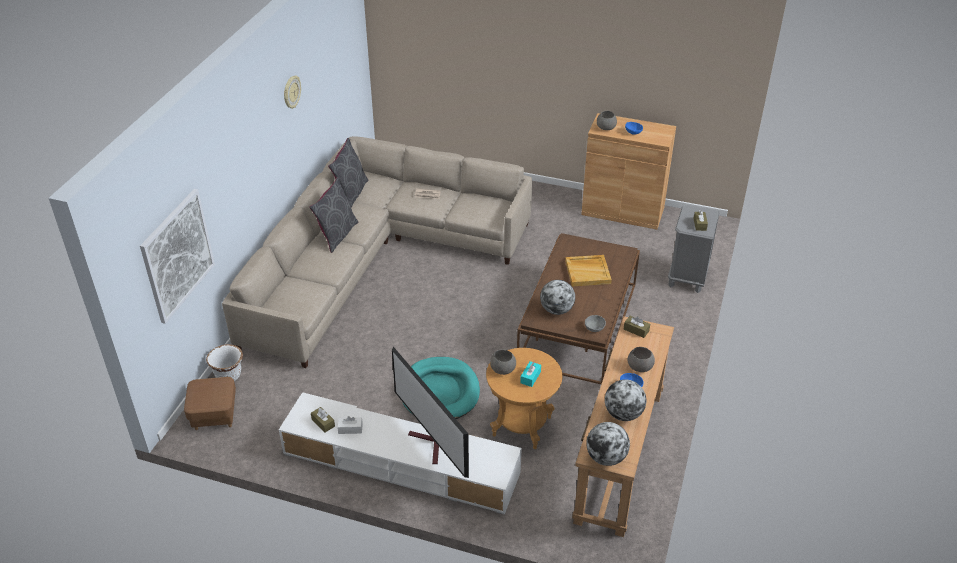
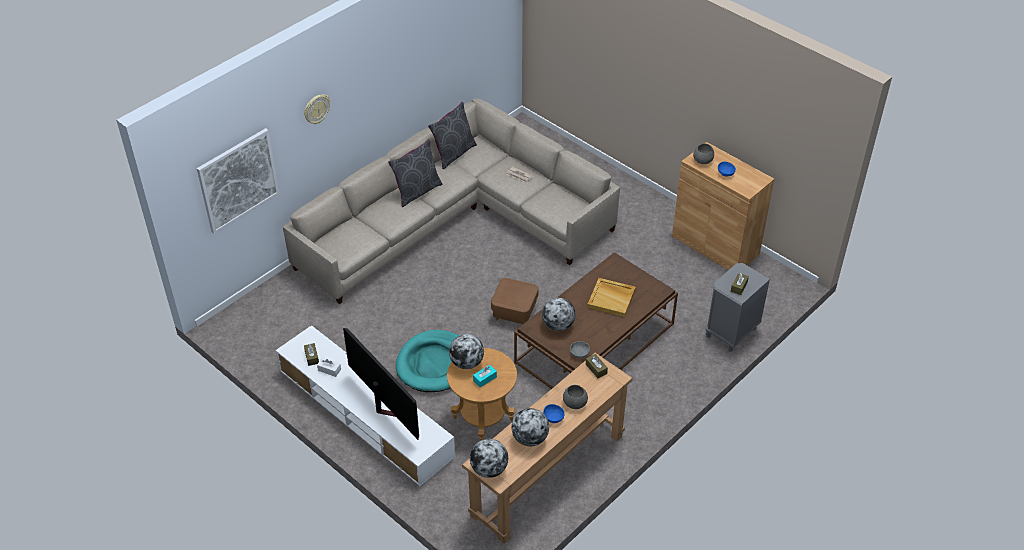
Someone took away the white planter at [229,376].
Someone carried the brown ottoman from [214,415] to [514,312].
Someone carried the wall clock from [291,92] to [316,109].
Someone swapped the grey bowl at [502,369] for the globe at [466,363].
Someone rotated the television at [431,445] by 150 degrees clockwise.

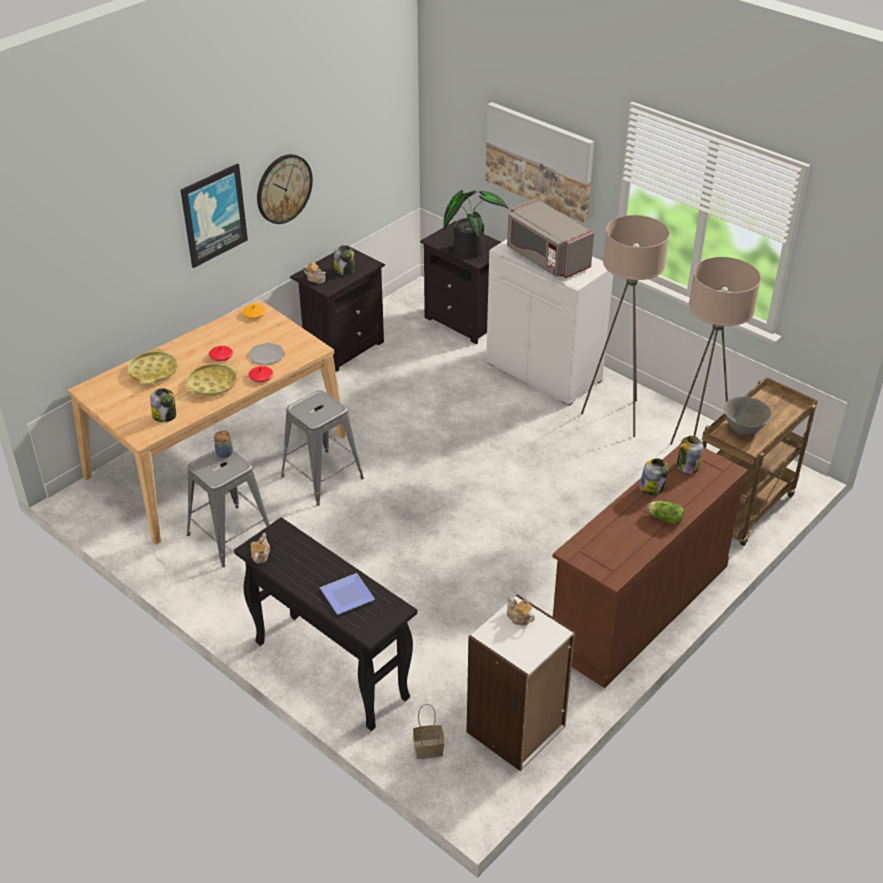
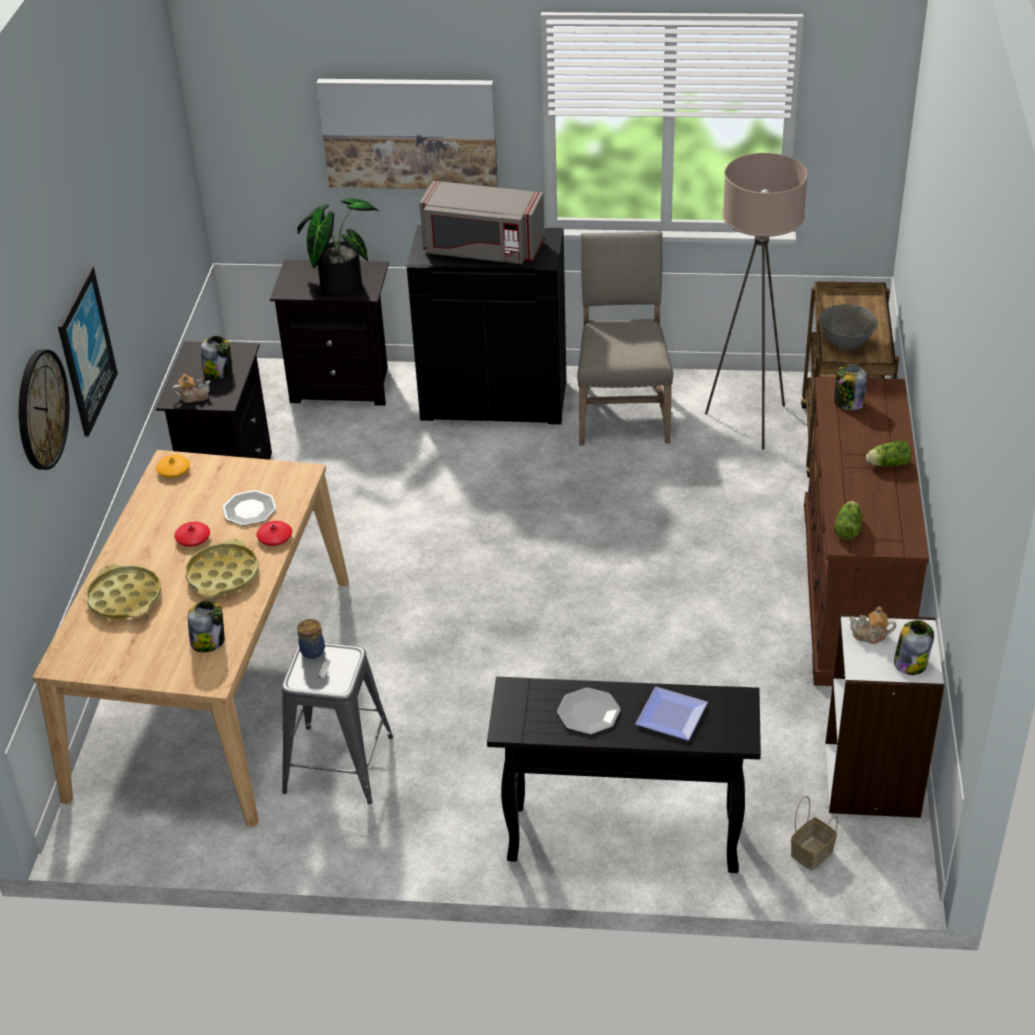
Someone took away the teapot at [260,555].
Someone took away the grey stool at [322,477].
Someone put down the plate at [588,712].
Someone put down the lettuce at [848,528].
Someone carried the wall clock from [283,188] to [41,409].
Someone carried the jar from [652,488] to [910,663].
Someone swapped the beige floor lamp at [616,416] for the beige chair at [622,412].
Someone repainted the white cabinet at [544,372], which became the black cabinet at [495,400].

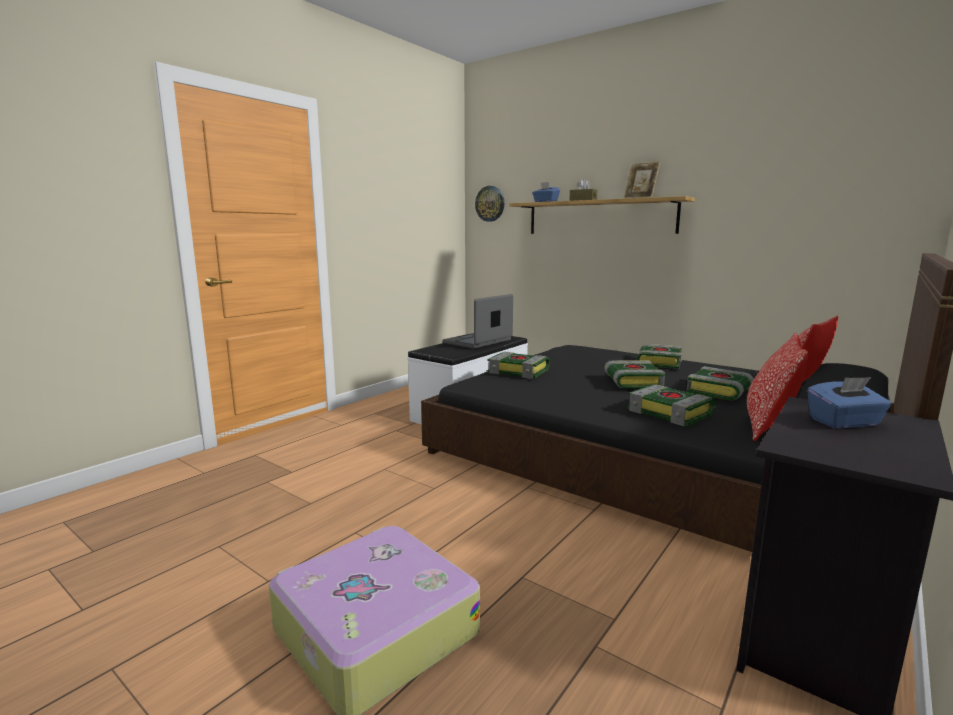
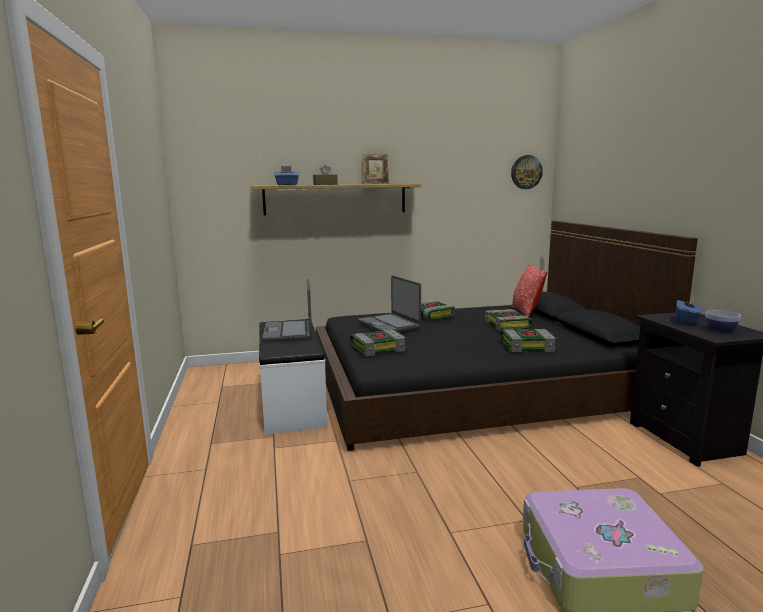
Someone took away the book at [631,381].
Someone took away the pillow at [768,426].
Someone put down the laptop at [389,324].
Someone put down the bowl at [720,330].
Someone carried the wall clock from [490,203] to [526,172].

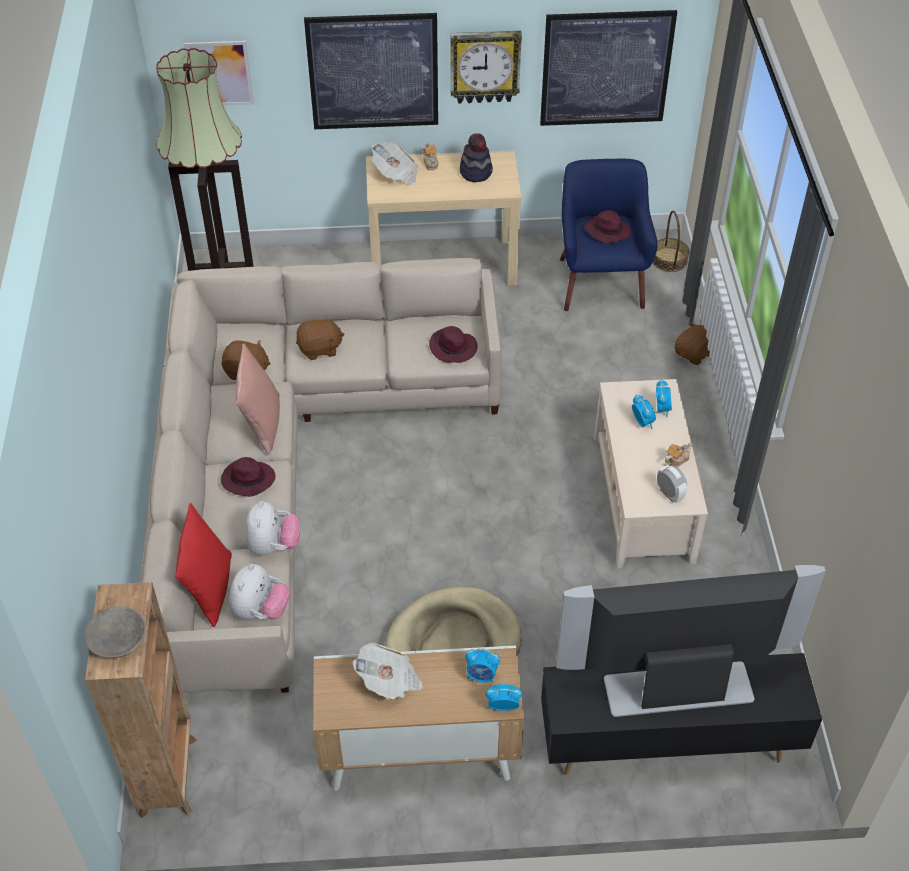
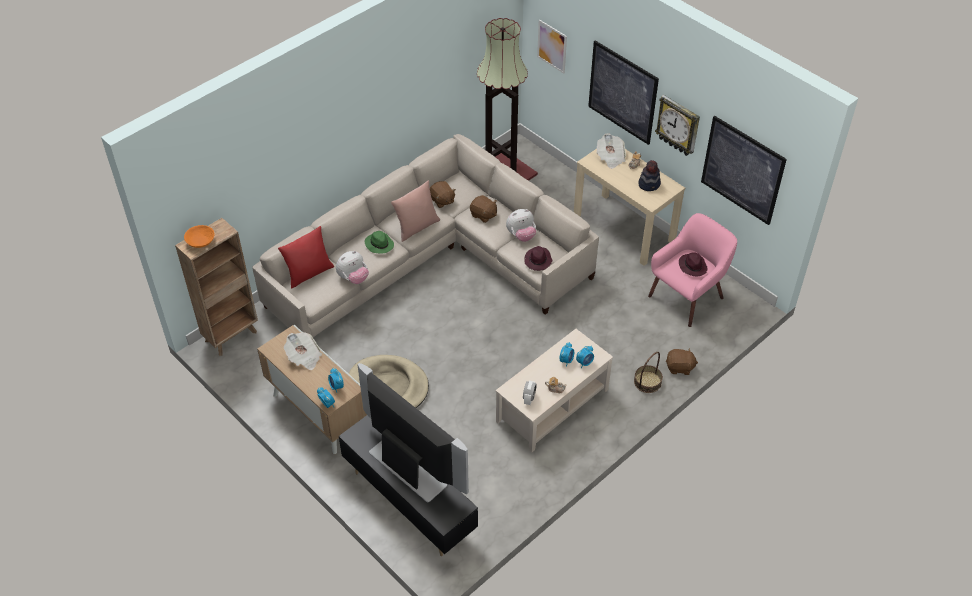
Someone carried the plush toy from [260,610] to [521,235].
Someone carried the basket from [669,259] to [647,382].
Someone repainted the grey bowl at [118,641], which became the orange bowl at [200,241].
Someone repainted the purple hat at [247,480], which became the green hat at [379,244].
Someone repainted the blue armchair at [600,282], which became the pink armchair at [687,297].

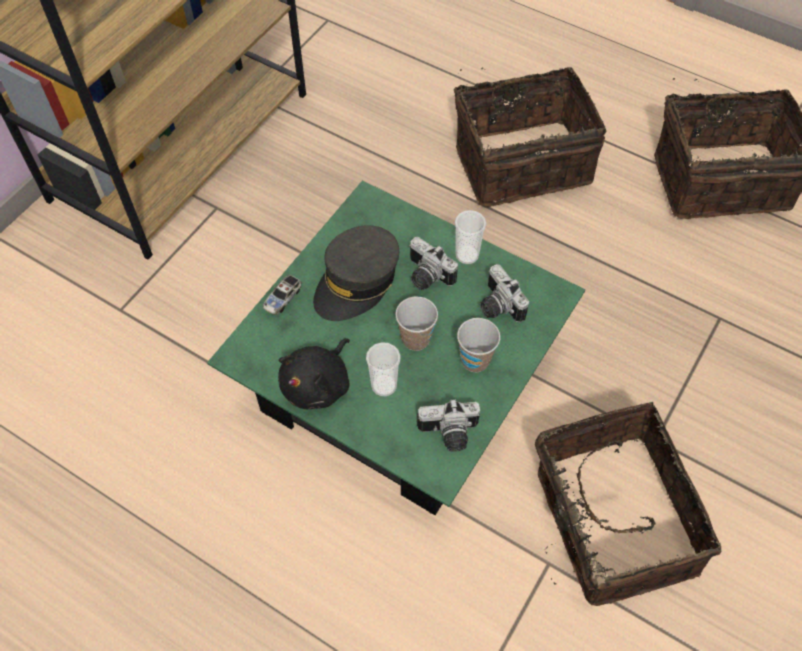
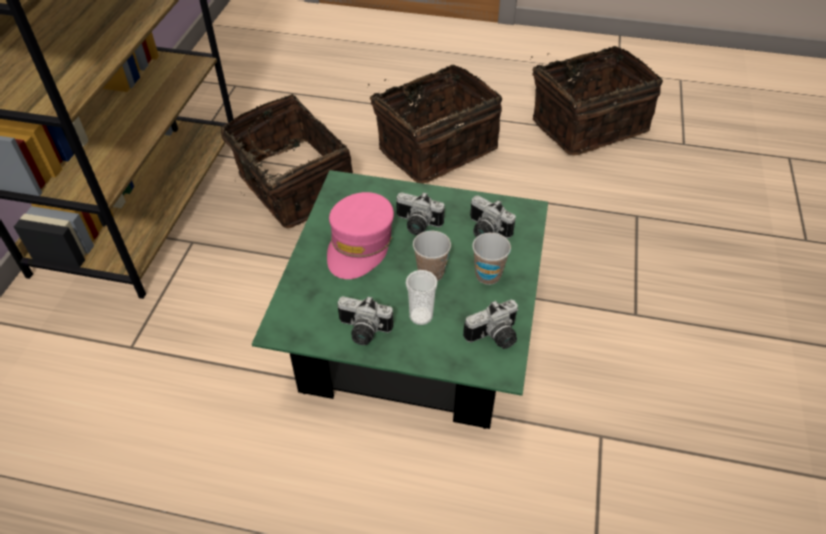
Someone took away the toy car at [283,298].
Someone took away the cup at [467,255].
Someone carried the basket from [608,522] to [292,187].
Someone swapped the black plush toy at [318,384] for the photo camera at [363,332].
Someone repainted the grey cap at [357,282], which became the pink cap at [360,244].

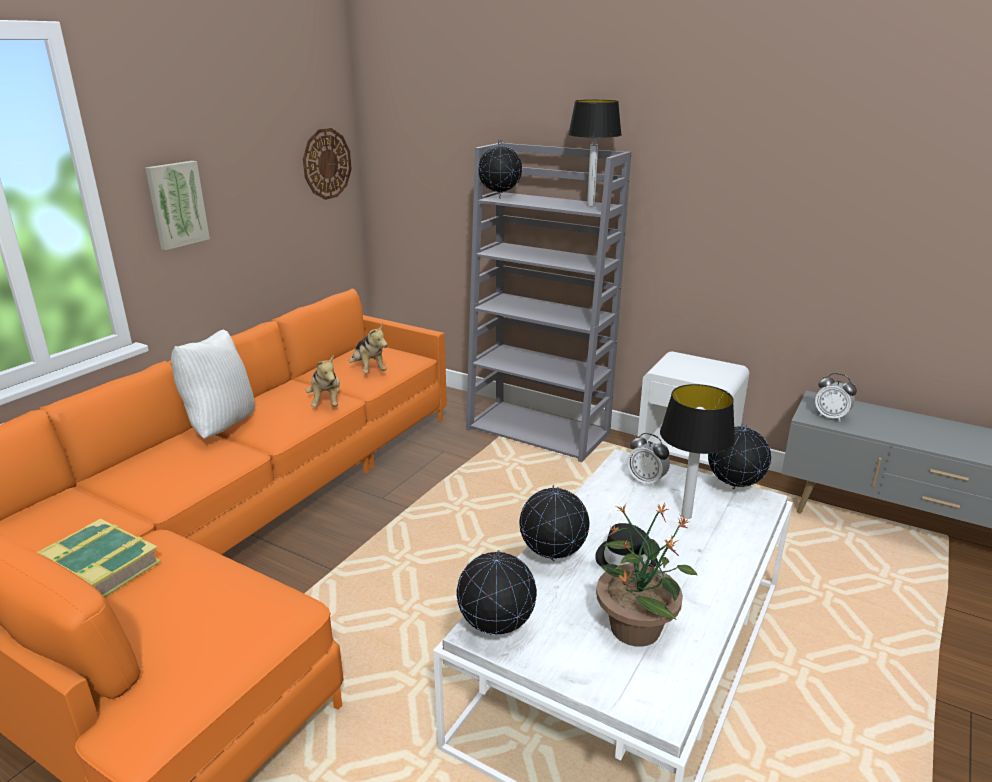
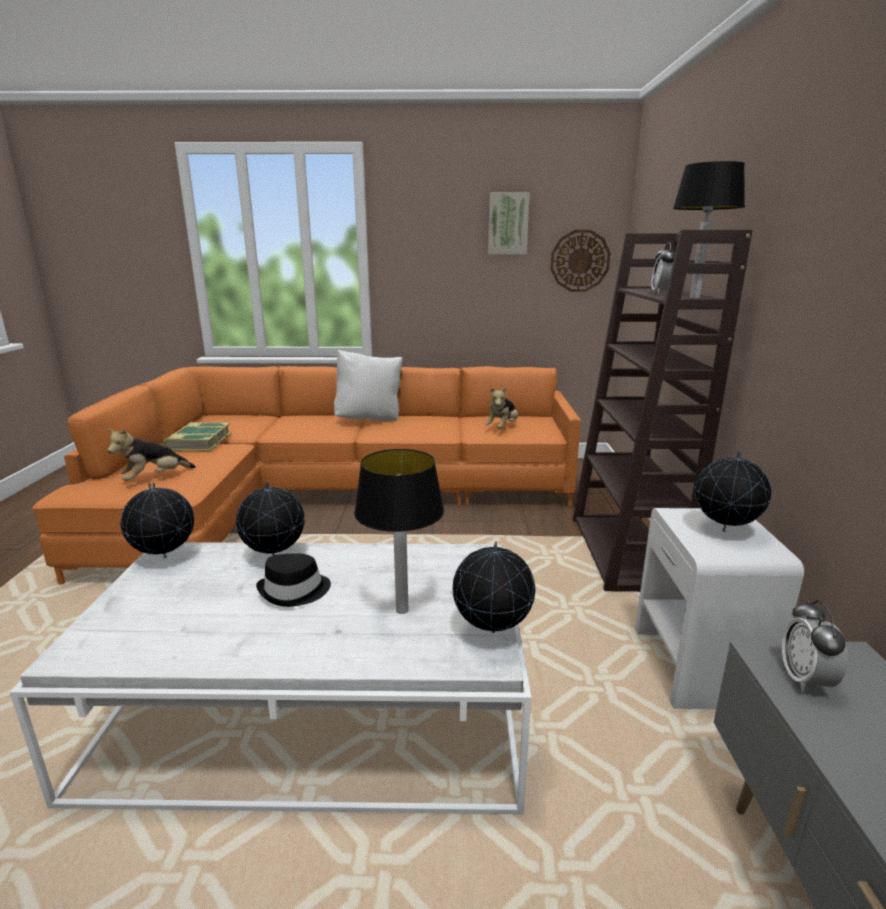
Someone took away the potted plant at [636,627].
Someone carried the picture from [176,204] to [508,224].
Someone carried the plush toy from [326,402] to [154,478].
Someone carried the globe from [499,198] to [724,530].
Someone carried the alarm clock from [646,481] to [662,293].
Someone repainted the grey bookcase at [539,431], which became the brown bookcase at [626,552].

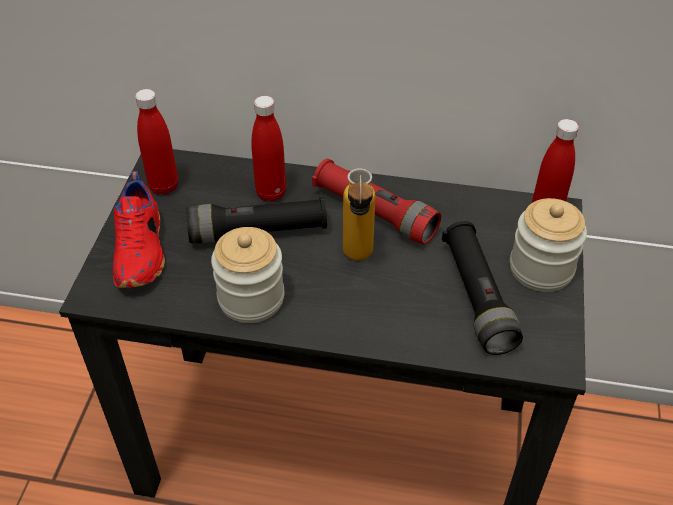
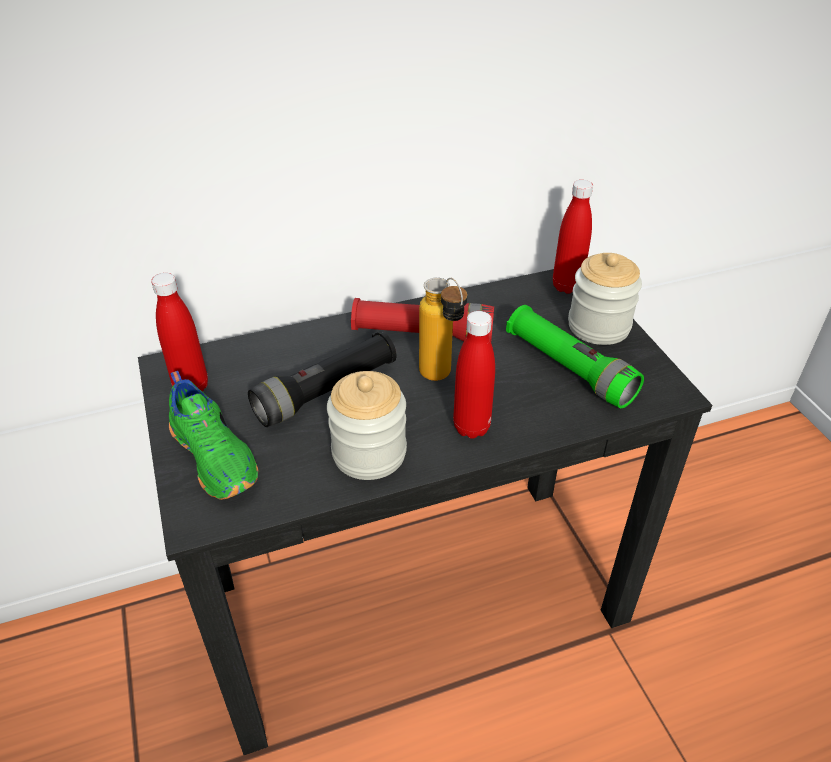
Someone carried the red bottle from [271,193] to [471,427].
Someone repainted the red shoe at [142,251], which became the green shoe at [216,456].
Someone repainted the black flashlight at [477,297], which became the green flashlight at [569,368].

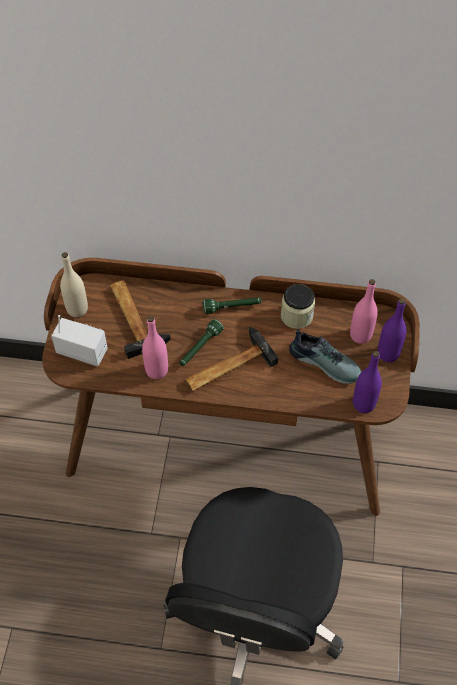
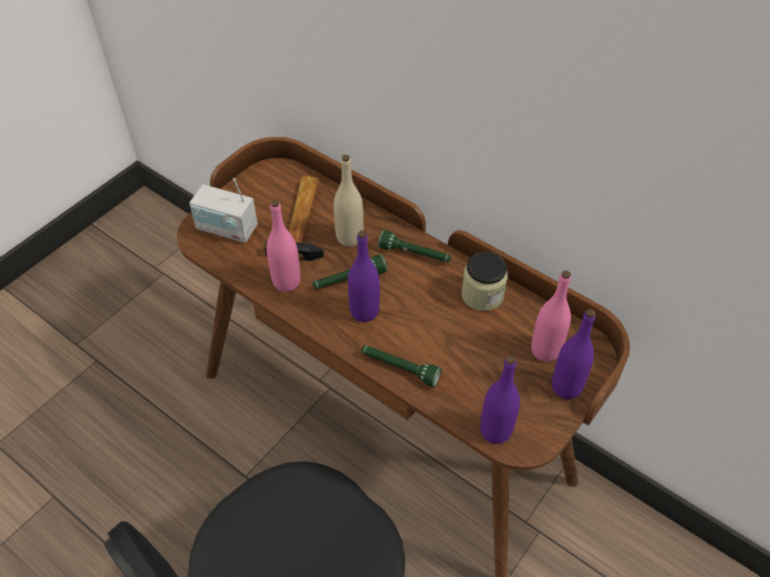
Someone took away the shoe at [325,361].
Someone put down the green flashlight at [399,368].
Someone carried the beige bottle from [77,309] to [349,237].
Someone swapped the hammer at [227,366] for the purple bottle at [364,312].
Someone rotated the radio at [82,351] by 150 degrees clockwise.

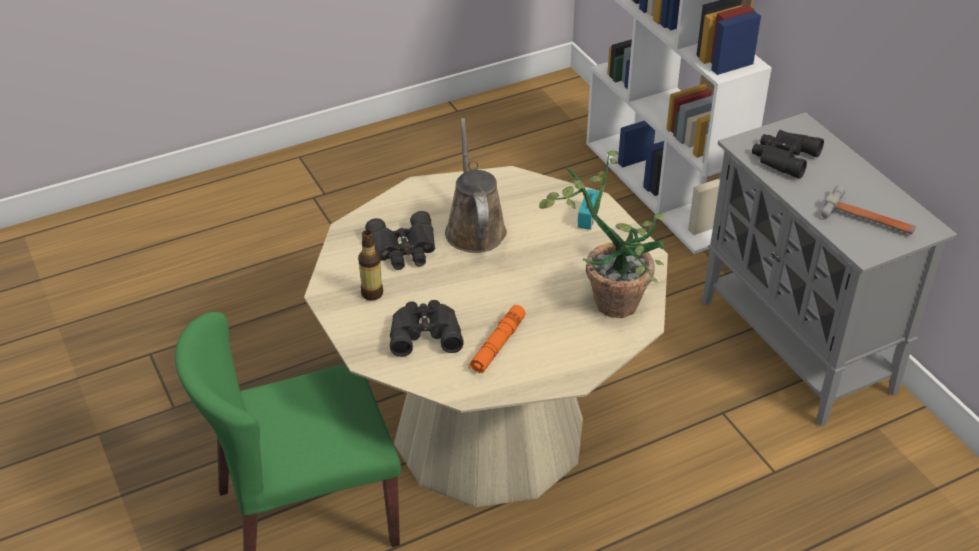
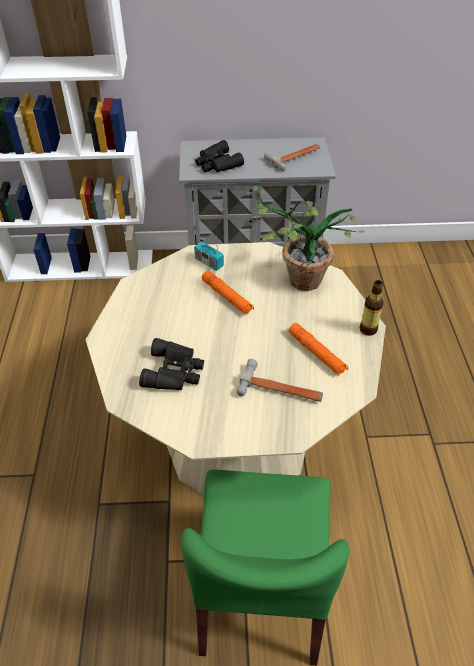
Someone took away the brown watering can at [474,228].
Someone put down the orange flashlight at [227,297].
Someone carried the bottle from [372,293] to [368,329].
Someone swapped the black binoculars at [424,332] for the hammer at [281,390].

